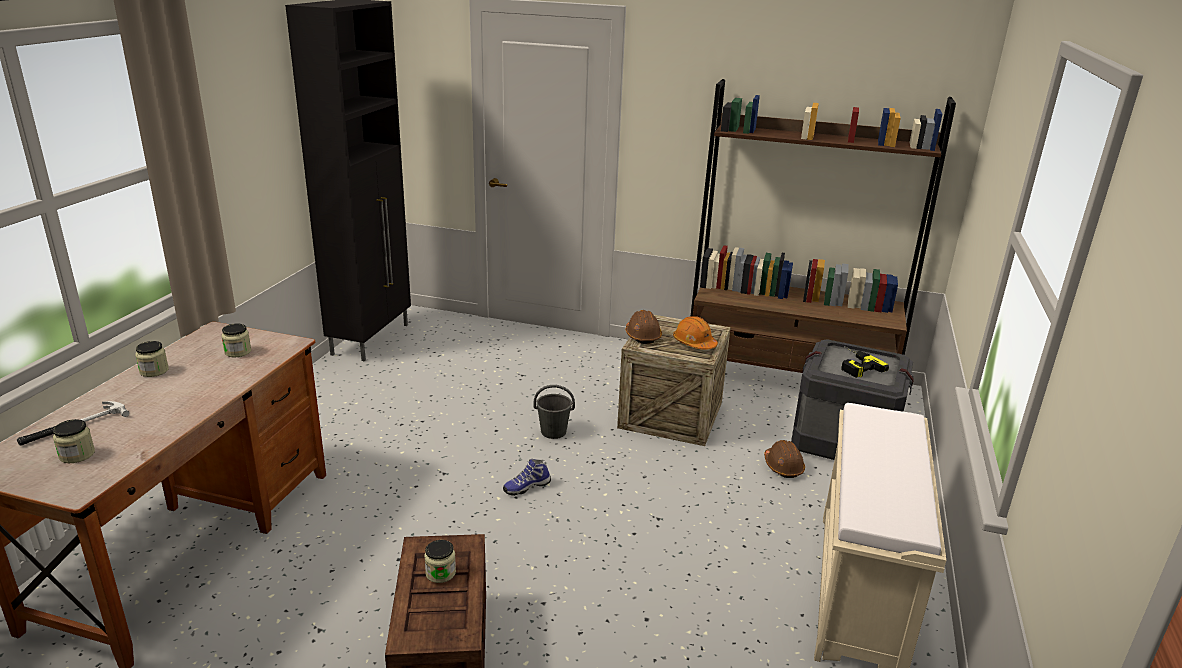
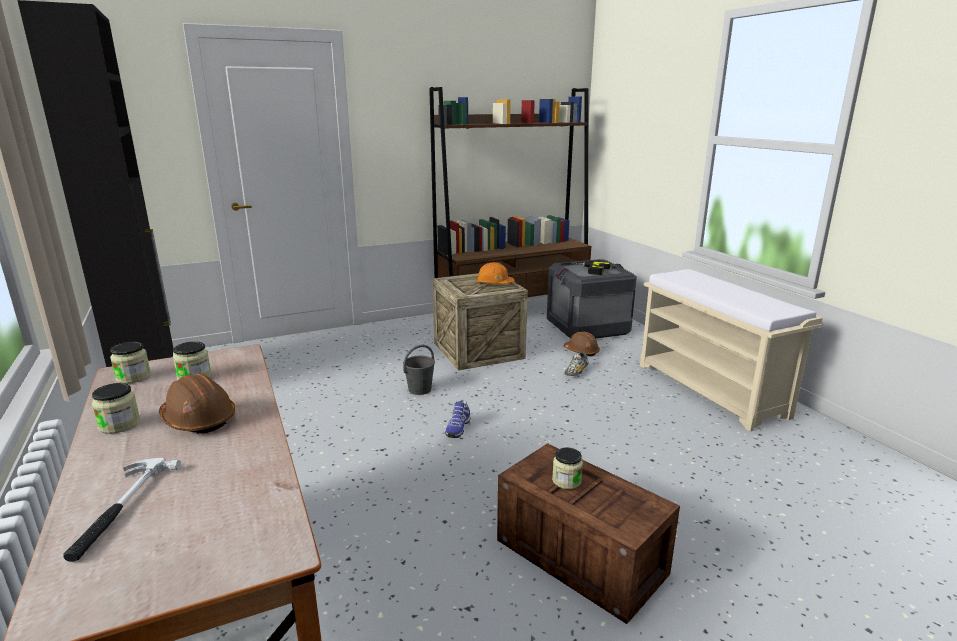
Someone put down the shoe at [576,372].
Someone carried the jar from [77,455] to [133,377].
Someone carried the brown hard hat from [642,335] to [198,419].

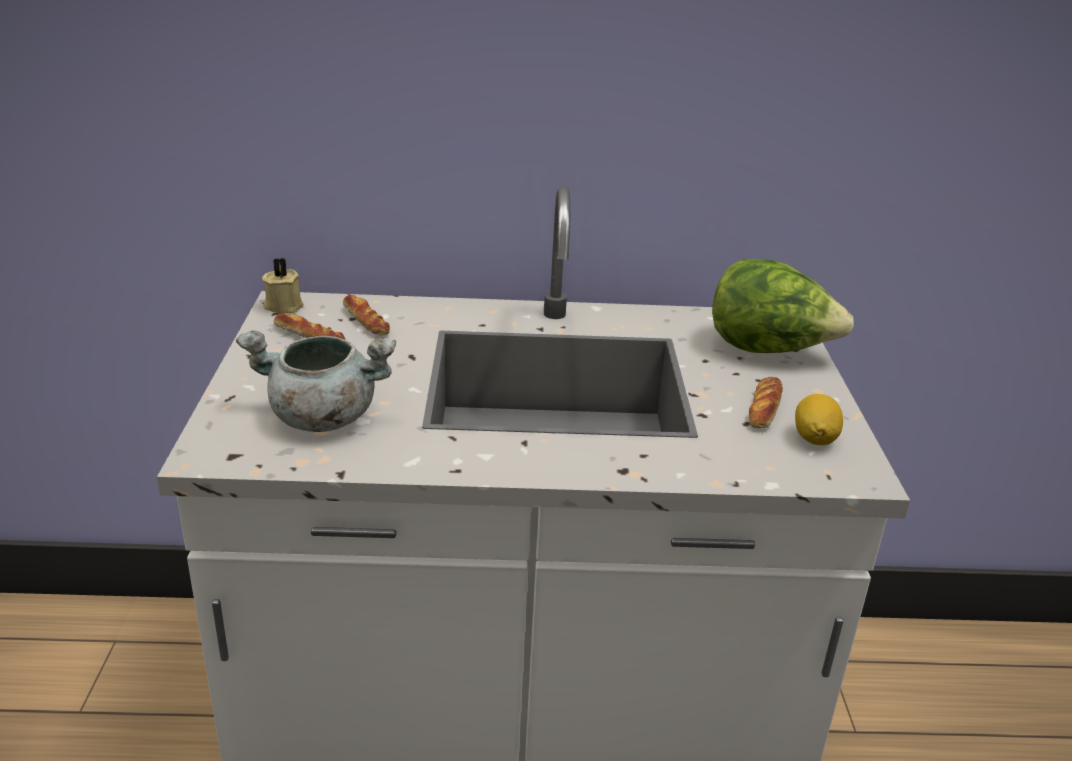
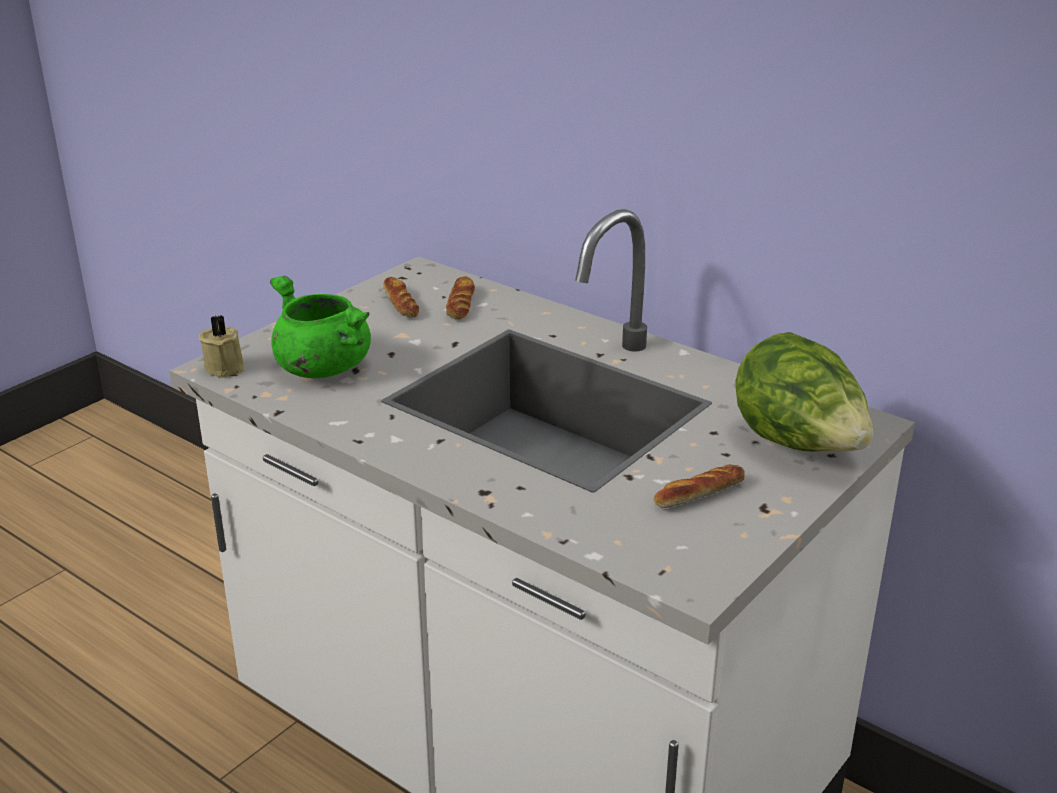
Someone took away the lemon at [814,438].
Someone carried the beige candle from [283,305] to [225,367].
Someone repainted the grey cooking pot at [320,418], which became the green cooking pot at [321,367].

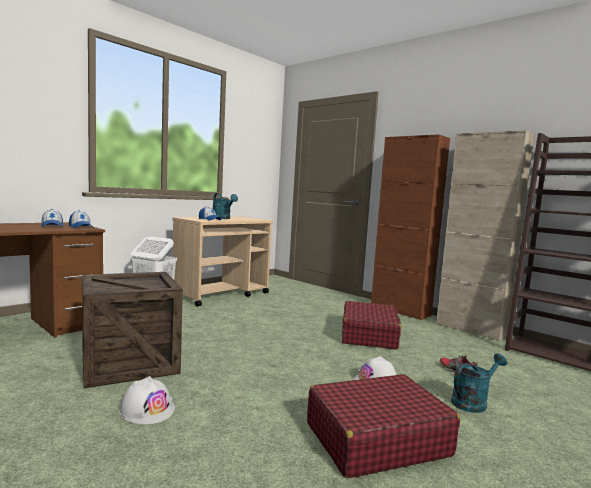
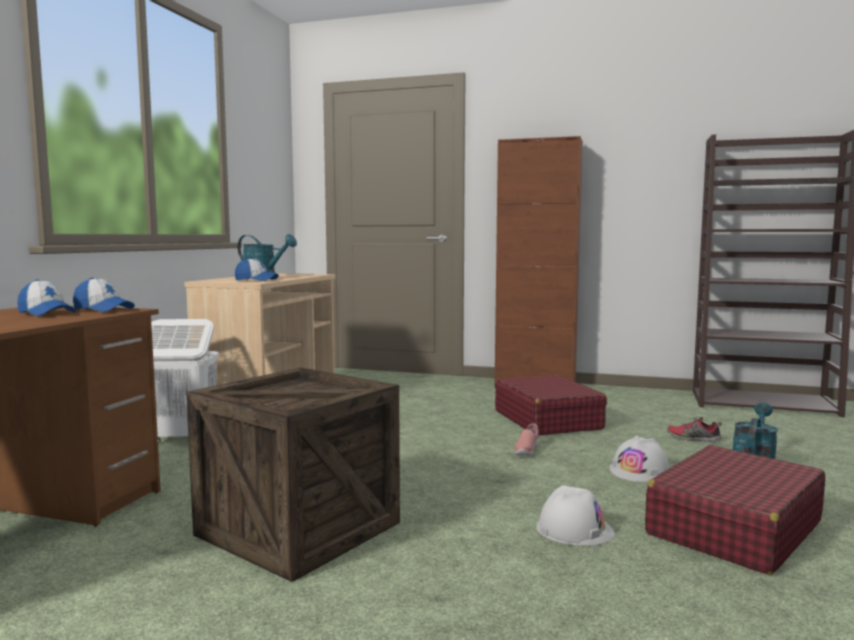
Someone took away the beige cabinet at [471,329].
Someone put down the pink shoe at [526,451].
Someone carried the white hard hat from [147,409] to [574,530].

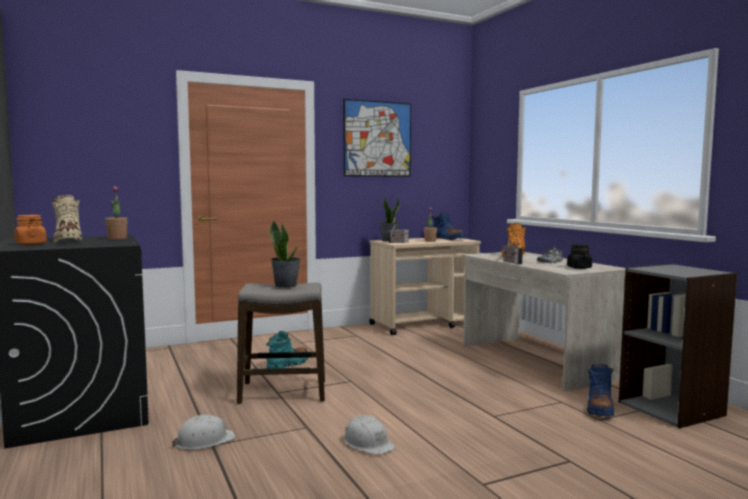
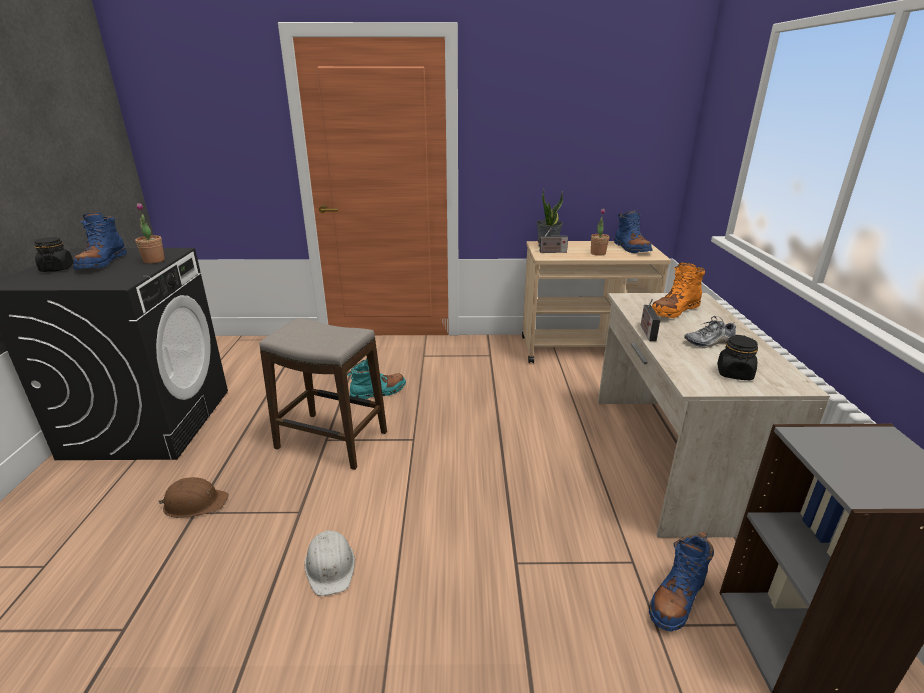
Someone took away the potted plant at [286,285].
Someone took away the picture at [377,139].
Someone repainted the orange jar at [30,244], which became the black jar at [57,269].
Someone repainted the beige boot at [68,241], which became the blue boot at [102,263].
Someone repainted the white hard hat at [204,441], which became the brown hard hat at [195,503].

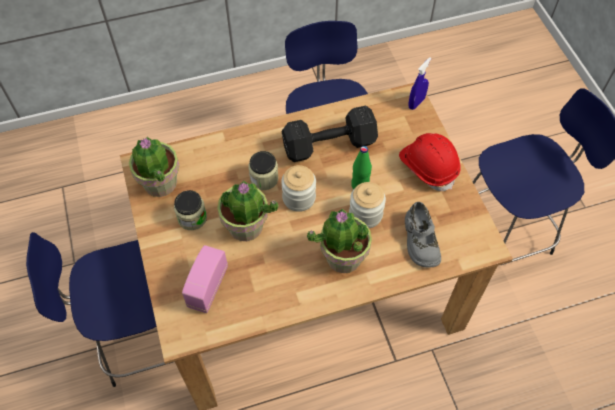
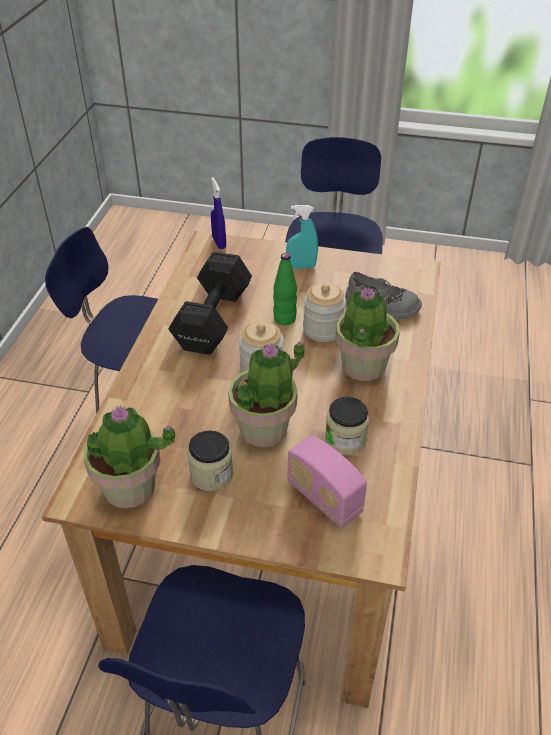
Someone carried the jar from [264,179] to [345,440].
Someone swapped the red hard hat at [428,167] for the turquoise spray bottle at [301,266].

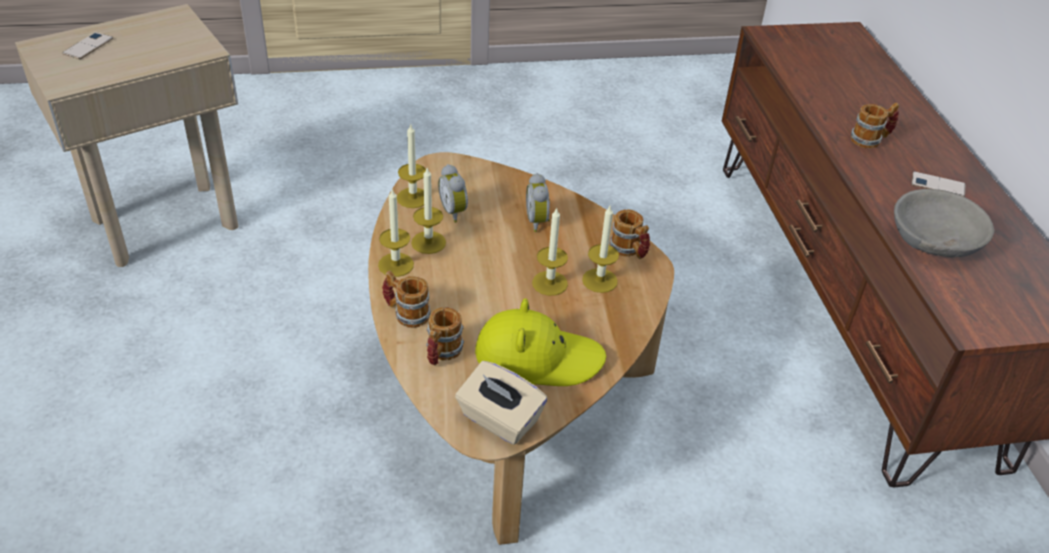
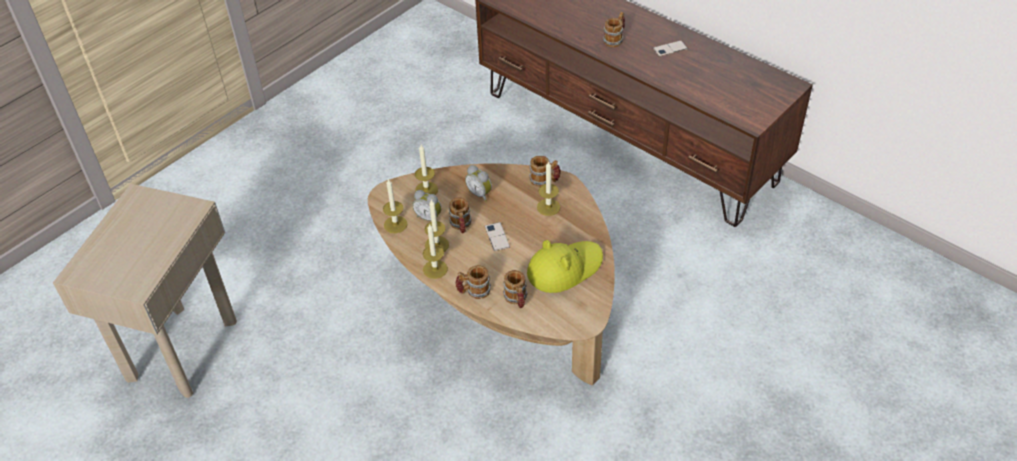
Someone took away the beige tissue box at [499,420].
Someone took away the grey bowl at [935,240].
Someone put down the mug at [461,225].
Someone carried the phone from [88,46] to [497,237].
Someone carried the candle from [550,283] to [426,190].

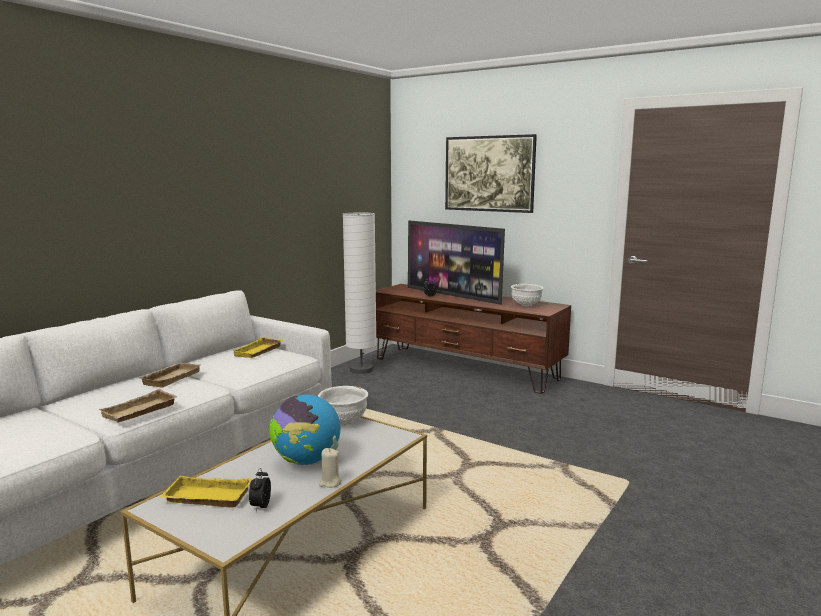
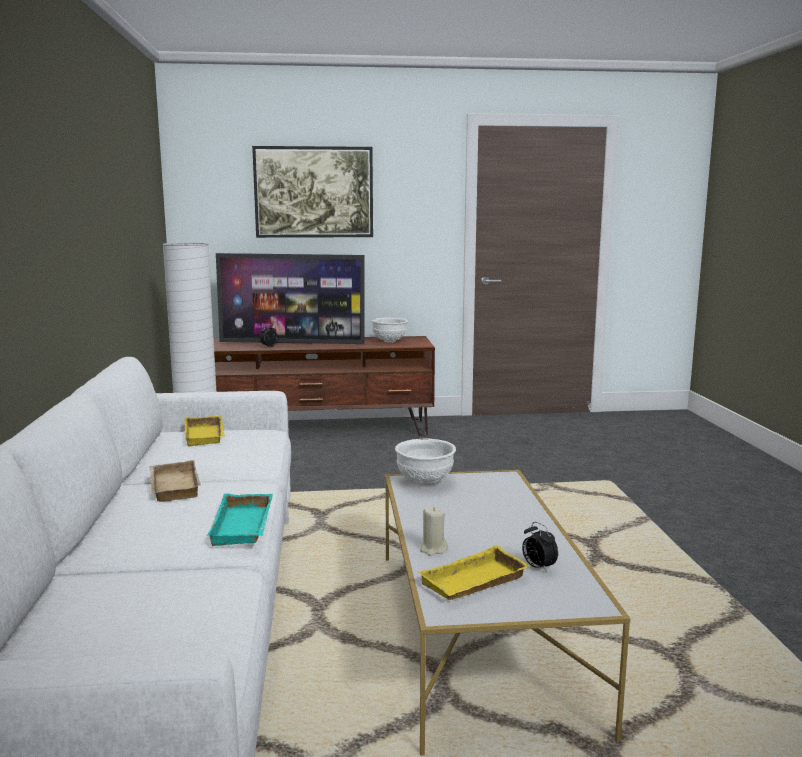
Someone took away the globe at [306,462].
Someone carried the beige candle from [330,482] to [433,549].
Someone repainted the beige tray at [140,412], which became the turquoise tray at [245,526].

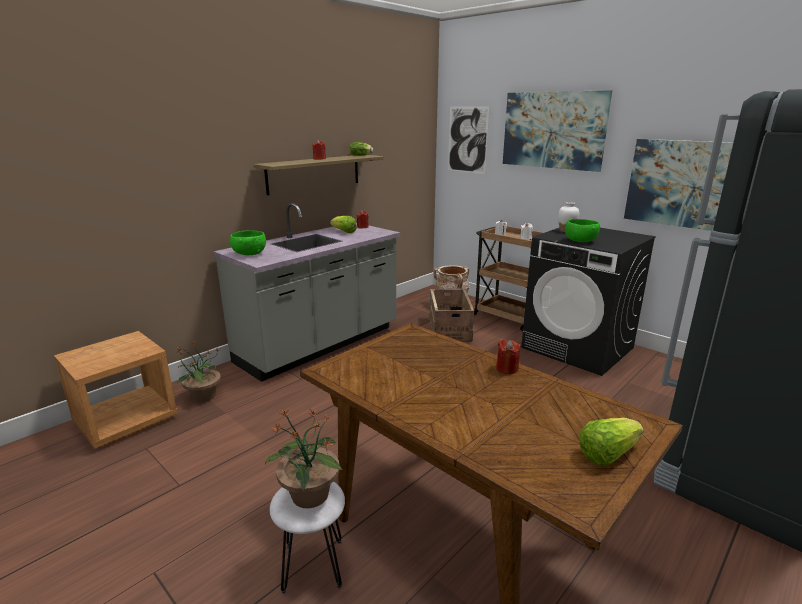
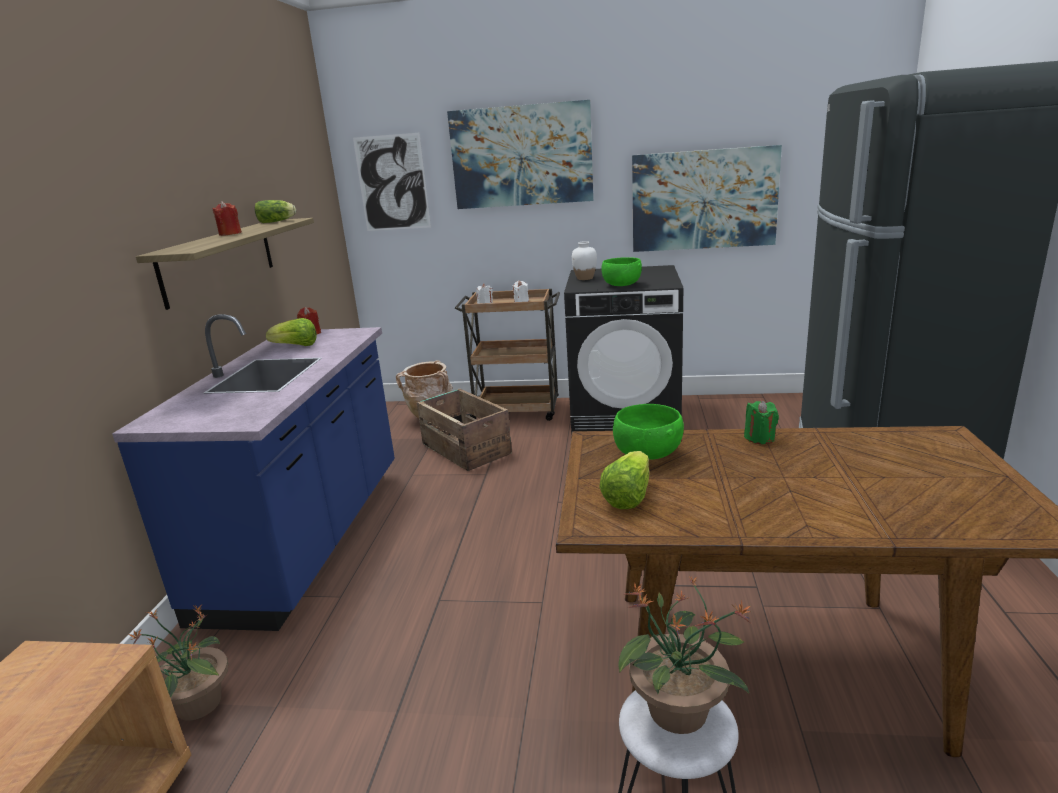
Someone carried the green bowl from [249,254] to [647,454].
Someone carried the lettuce from [607,454] to [628,496].
Someone repainted the grey counter at [320,345], which became the blue counter at [310,538].
Someone repainted the red candle at [507,368], which became the green candle at [759,438].

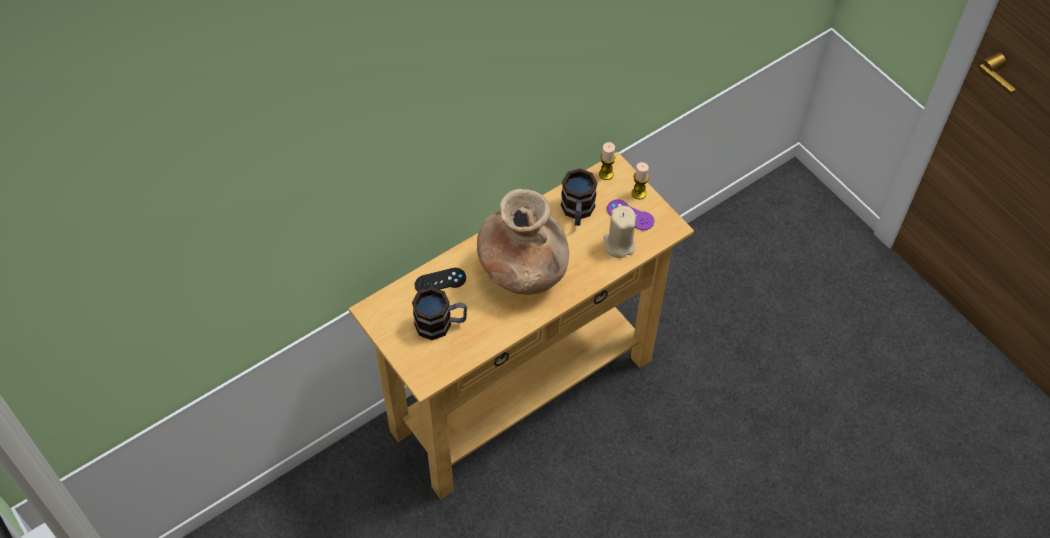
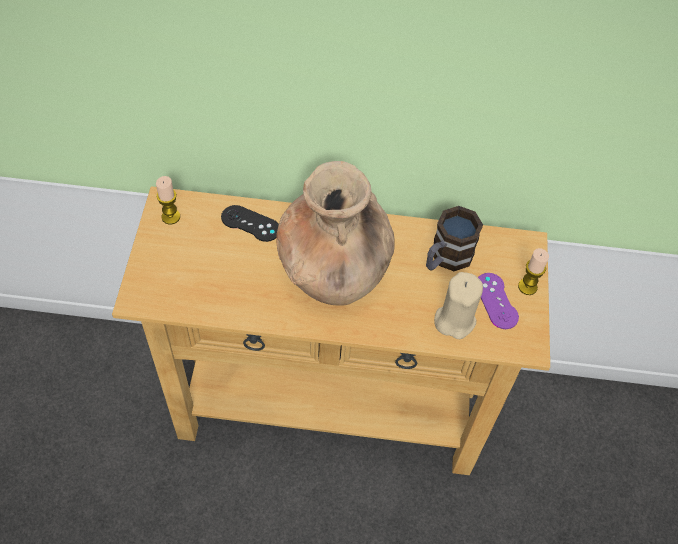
Someone took away the mug at [441,324].
Someone carried the candle from [606,174] to [171,217].

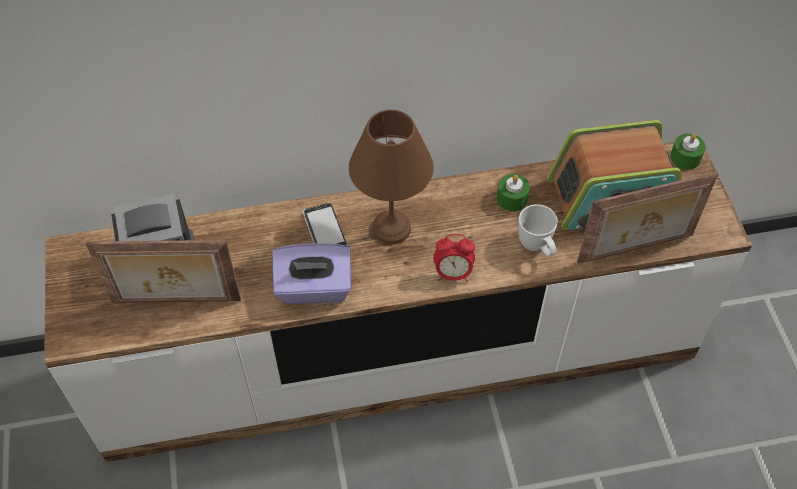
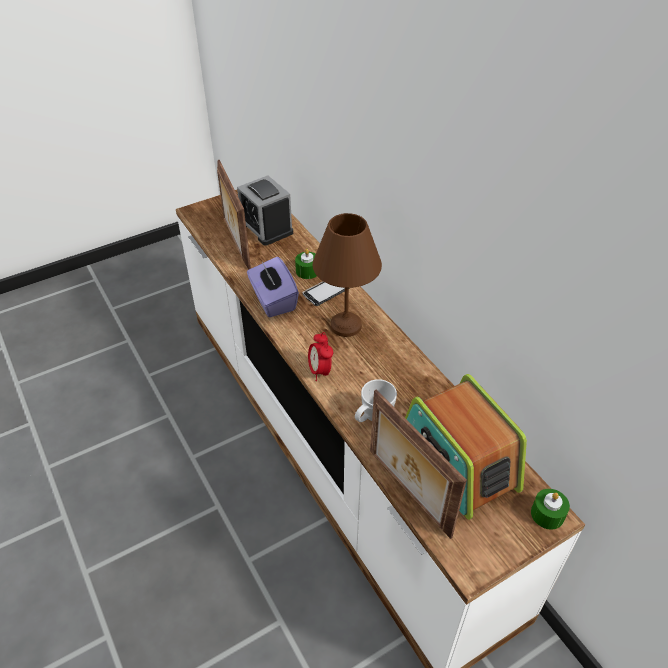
Someone carried the green candle from [512,198] to [307,271].

